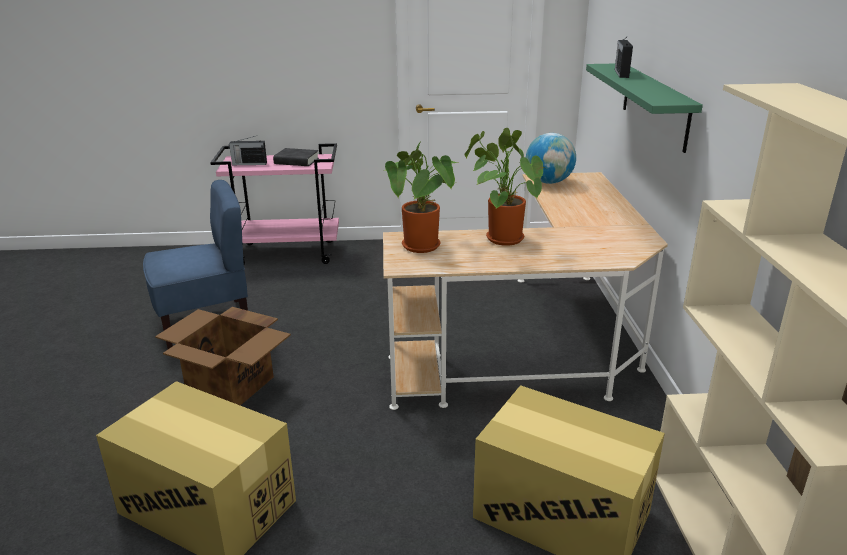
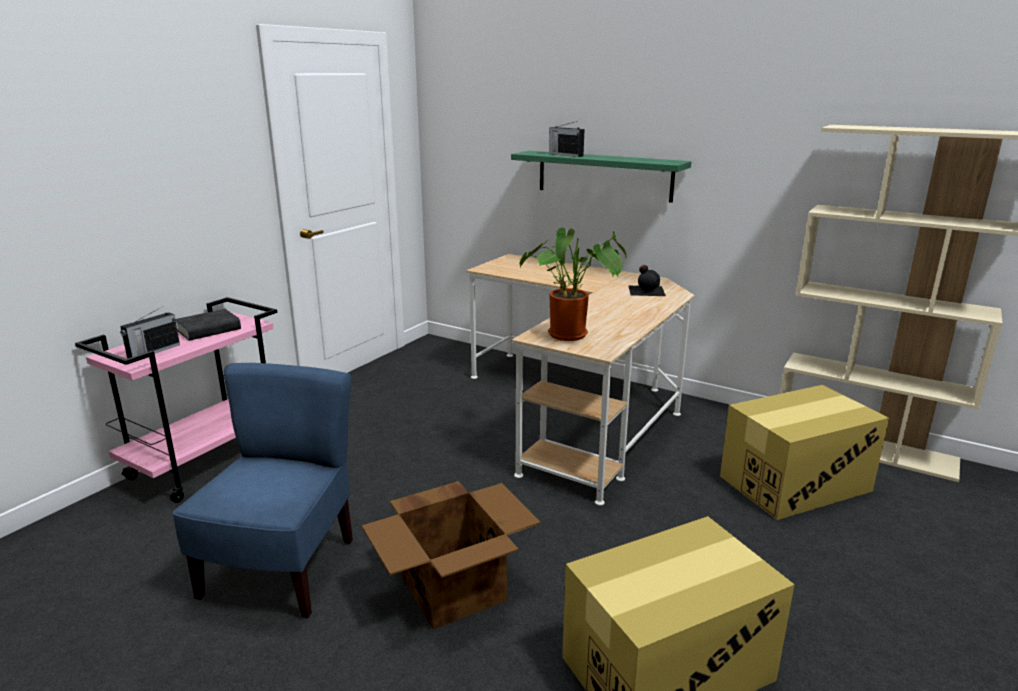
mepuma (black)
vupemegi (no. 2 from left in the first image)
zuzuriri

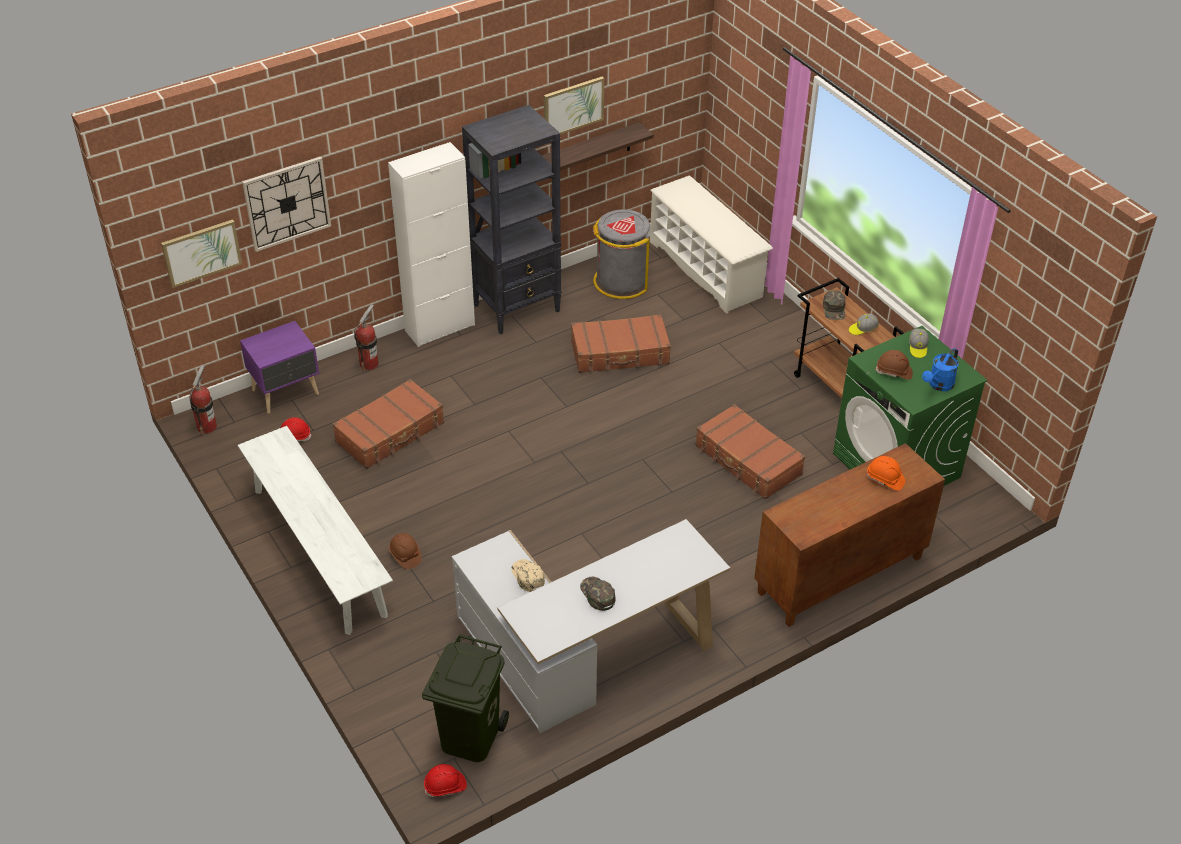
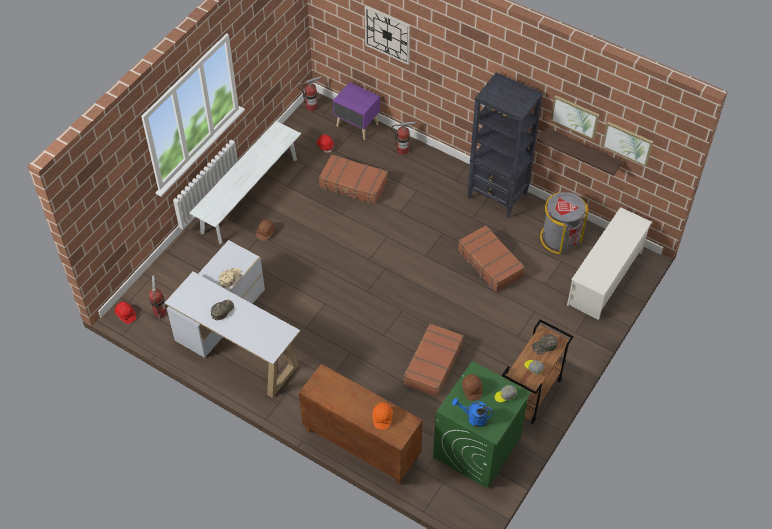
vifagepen (no. 1 from left)
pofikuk (no. 2 from left)
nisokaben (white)

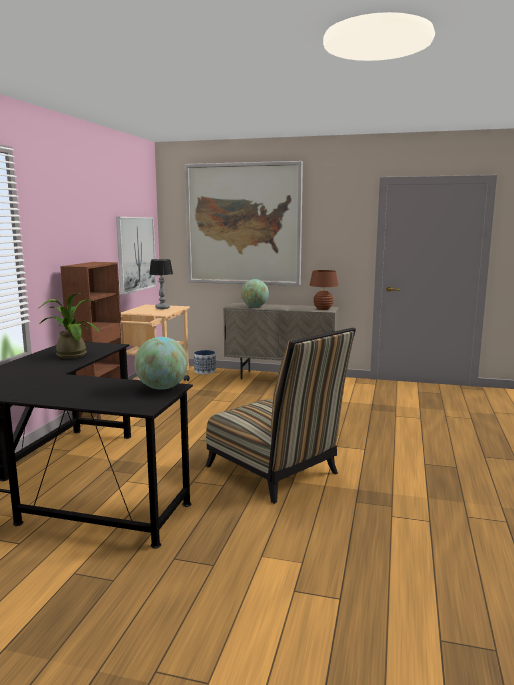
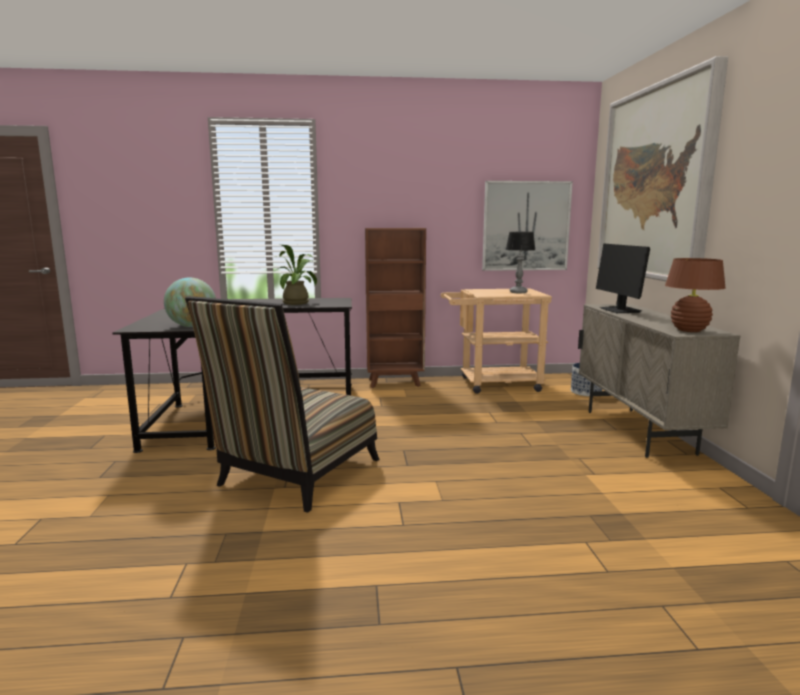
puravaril

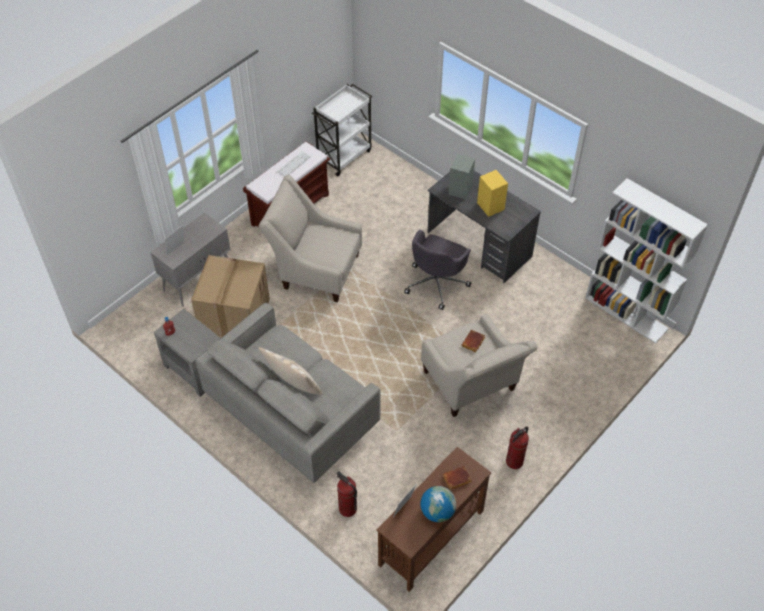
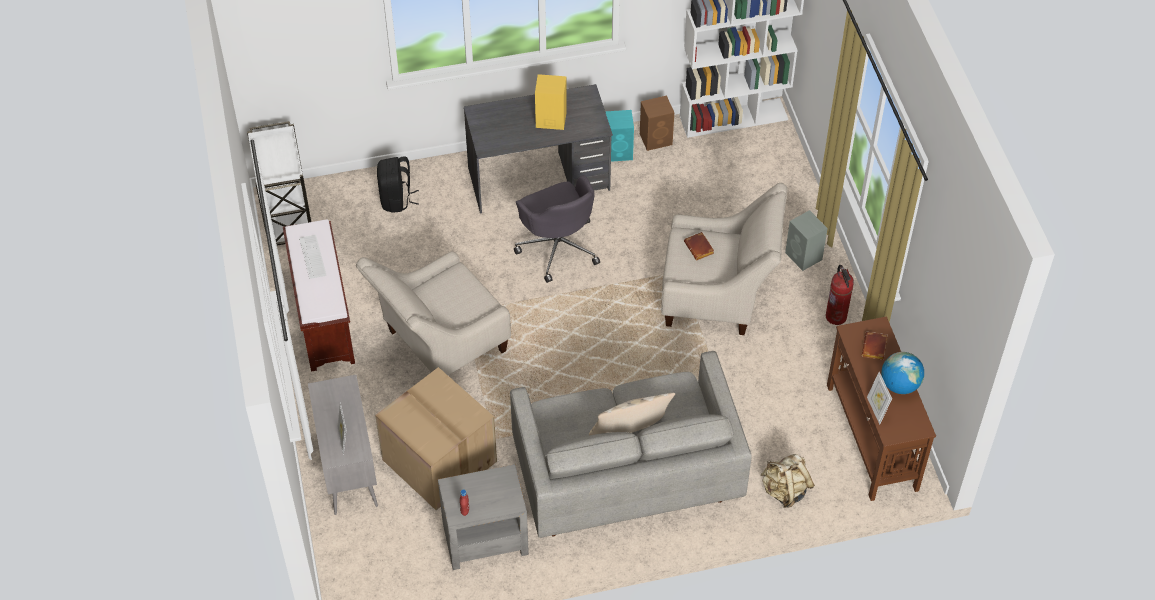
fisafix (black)
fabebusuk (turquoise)
fabebusuk (brown)
fisafix (beige)
fabebusuk (grey)

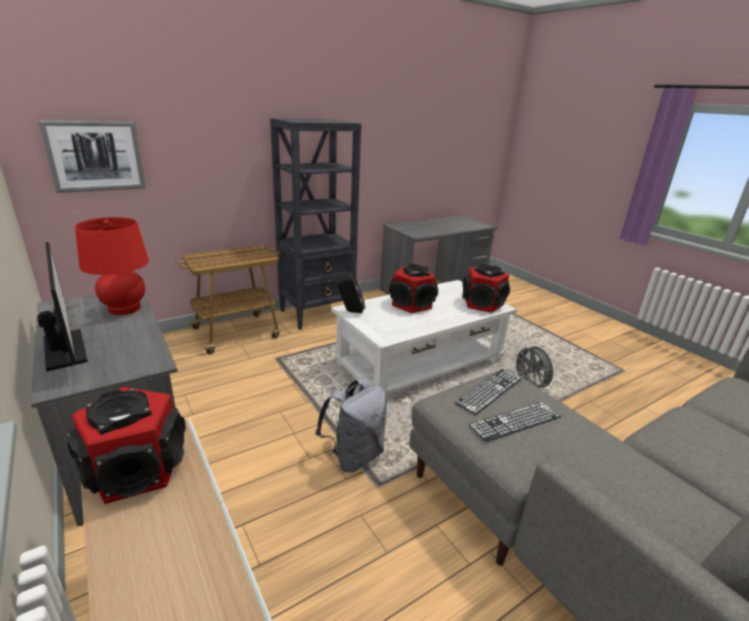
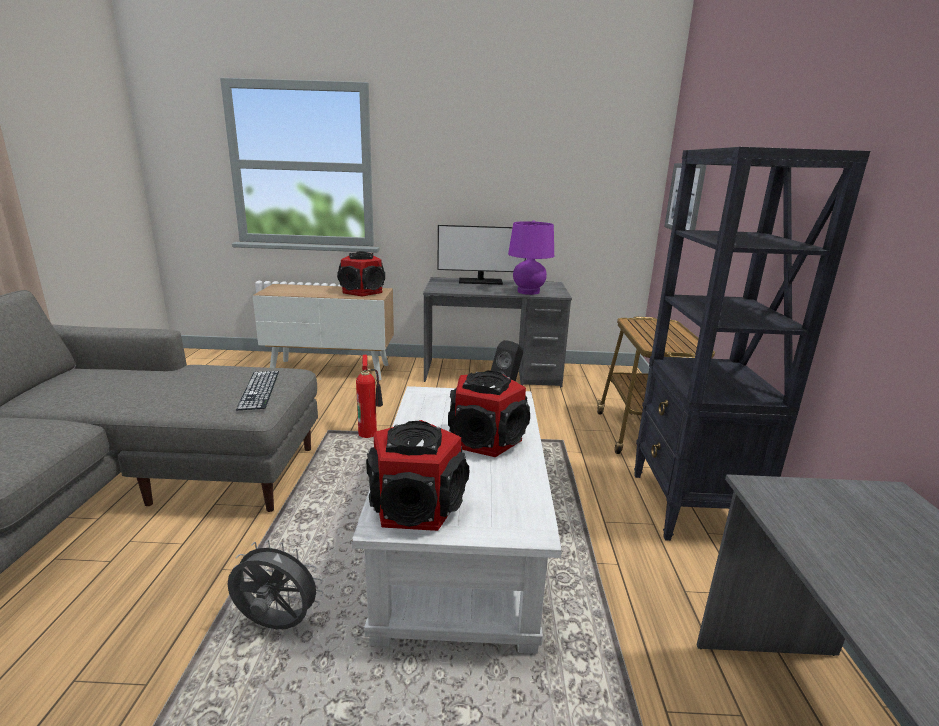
vifagepen
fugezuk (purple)
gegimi (no. 2 from left in the first image)

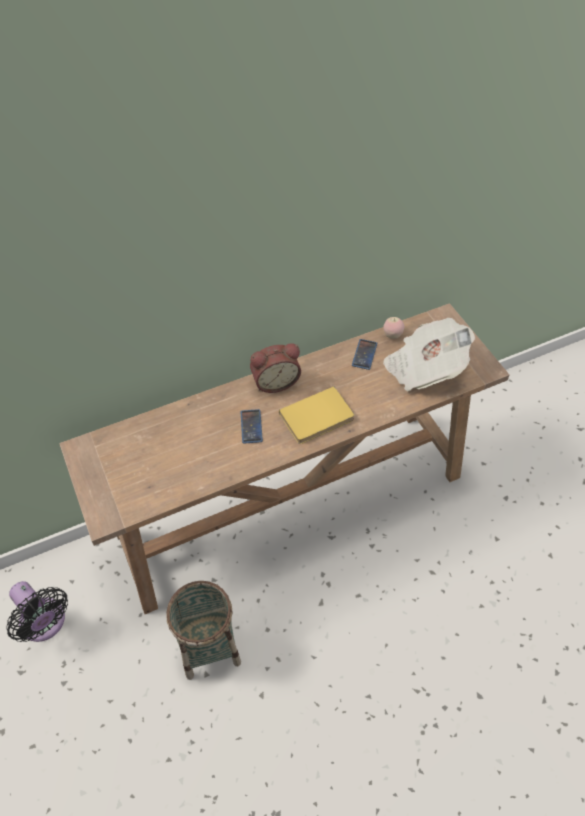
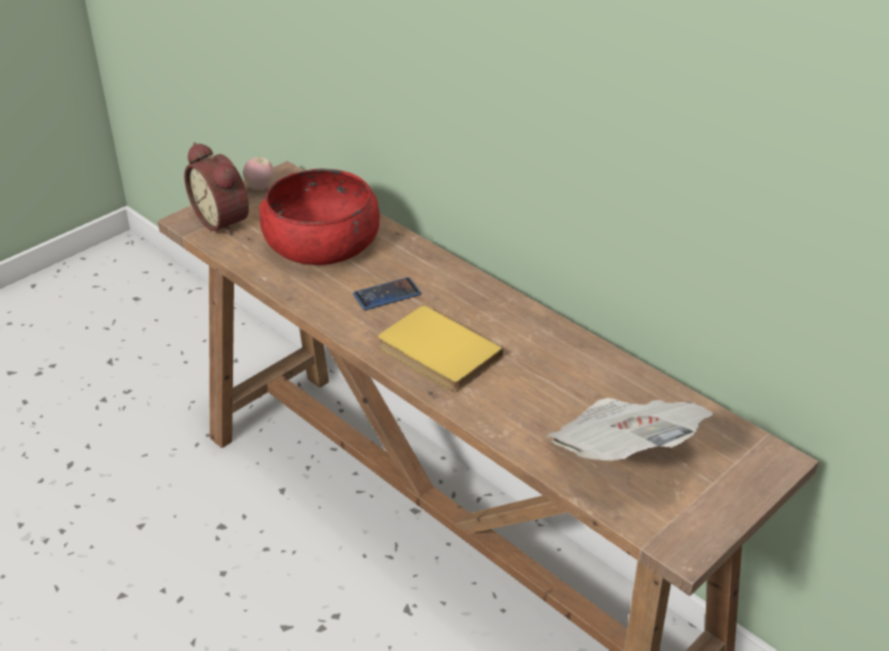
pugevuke
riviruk
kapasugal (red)
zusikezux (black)
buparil
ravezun (no. 2 from left in the first image)

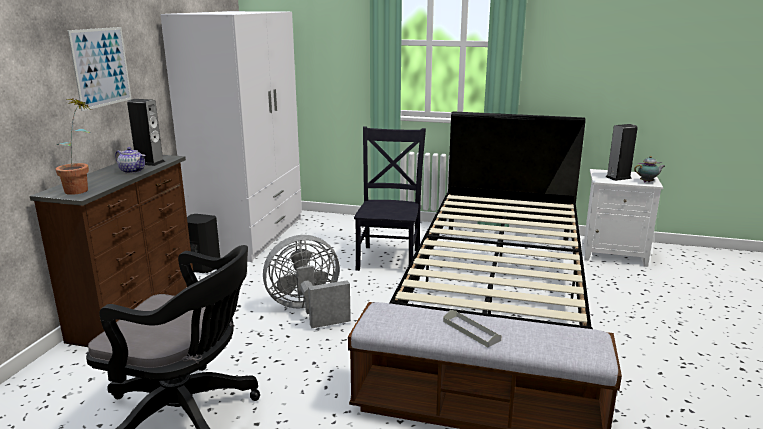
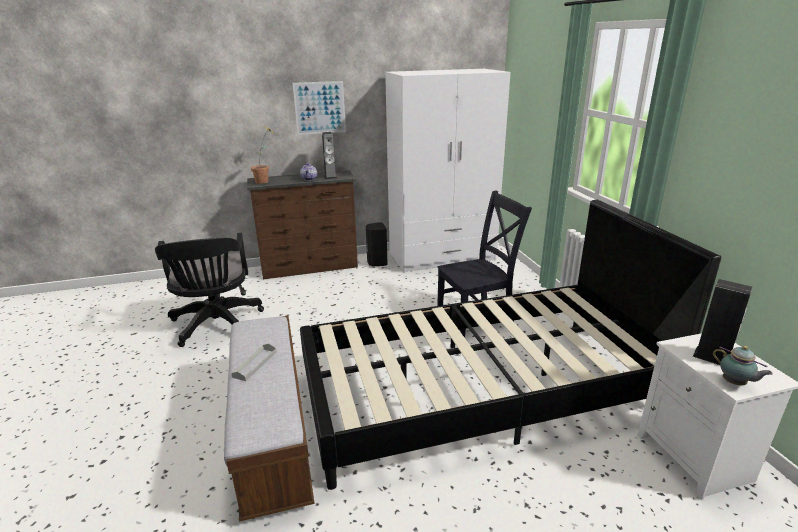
zusikezux (grey)

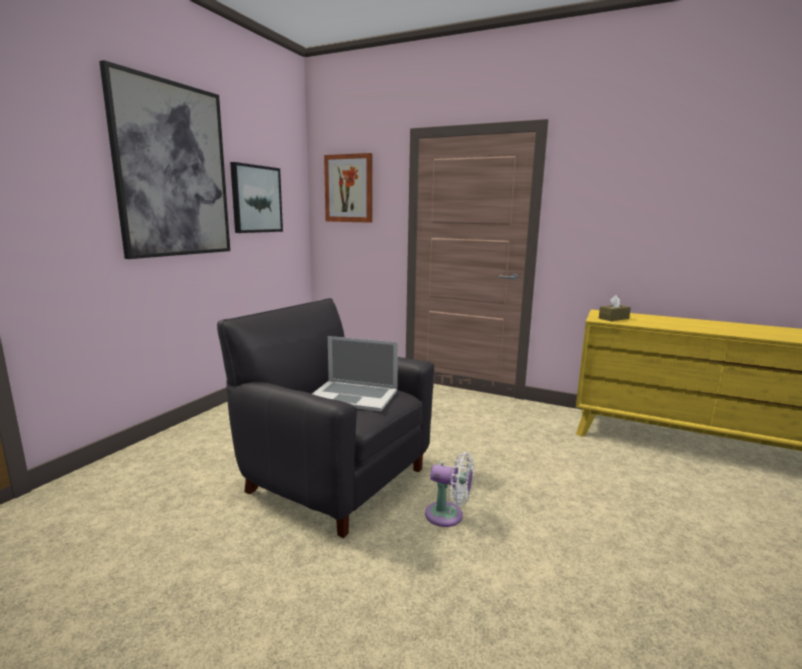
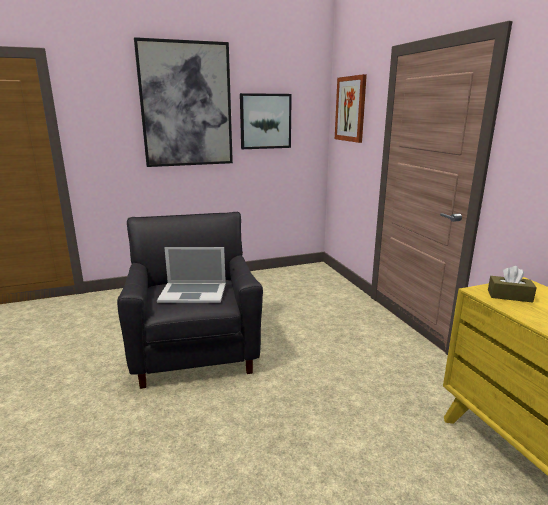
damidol
zusikezux (white)

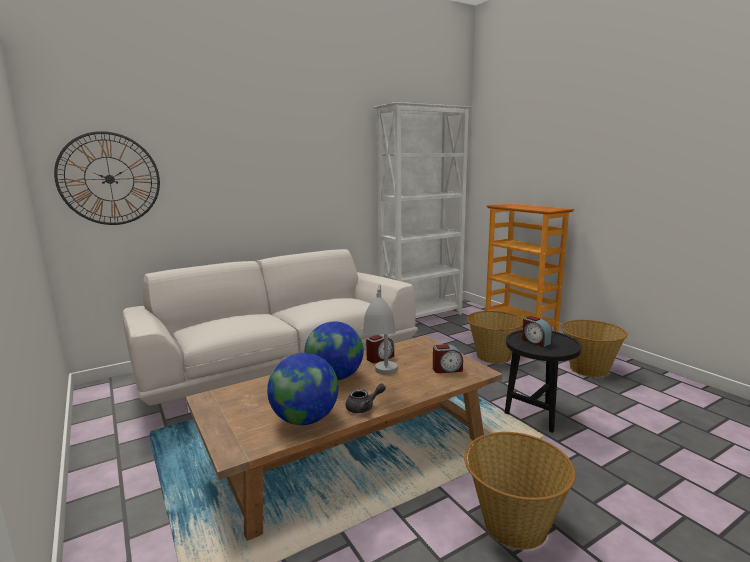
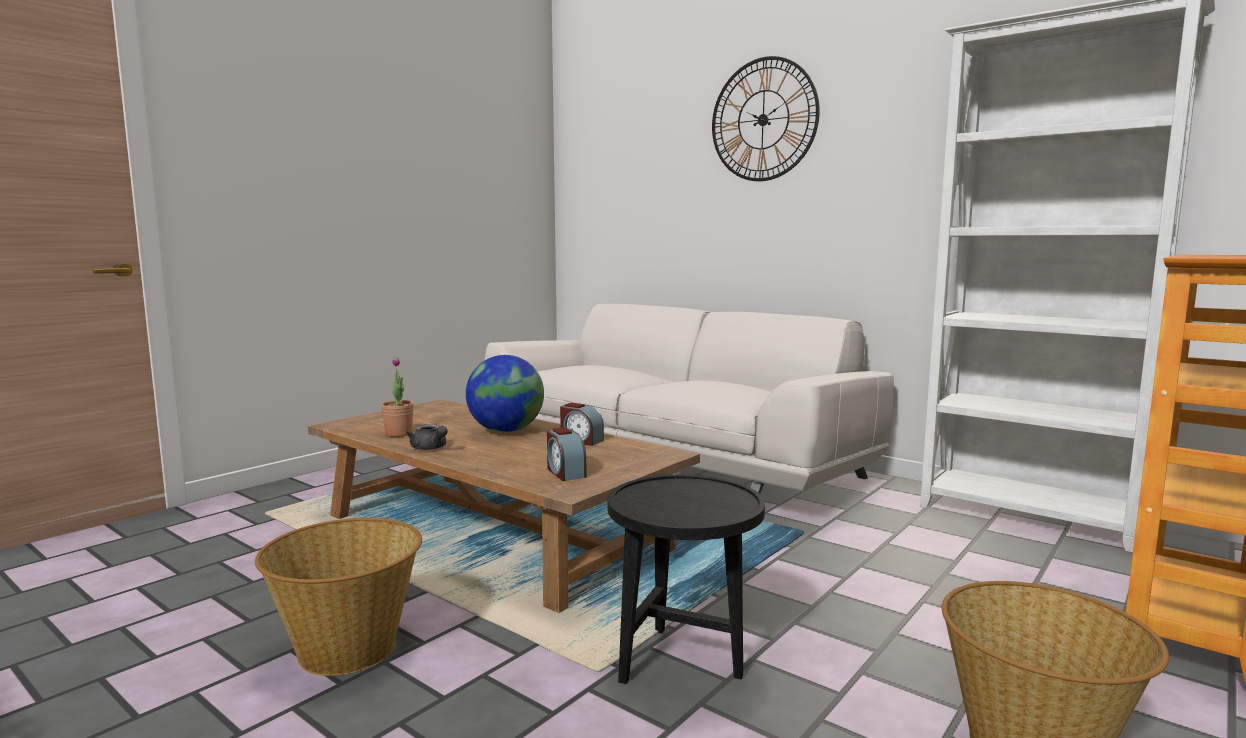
vupemegi
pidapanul
fugezuk (grey)
buparil (no. 1 from left in the first image)
pugevuke (no. 3 from left in the first image)

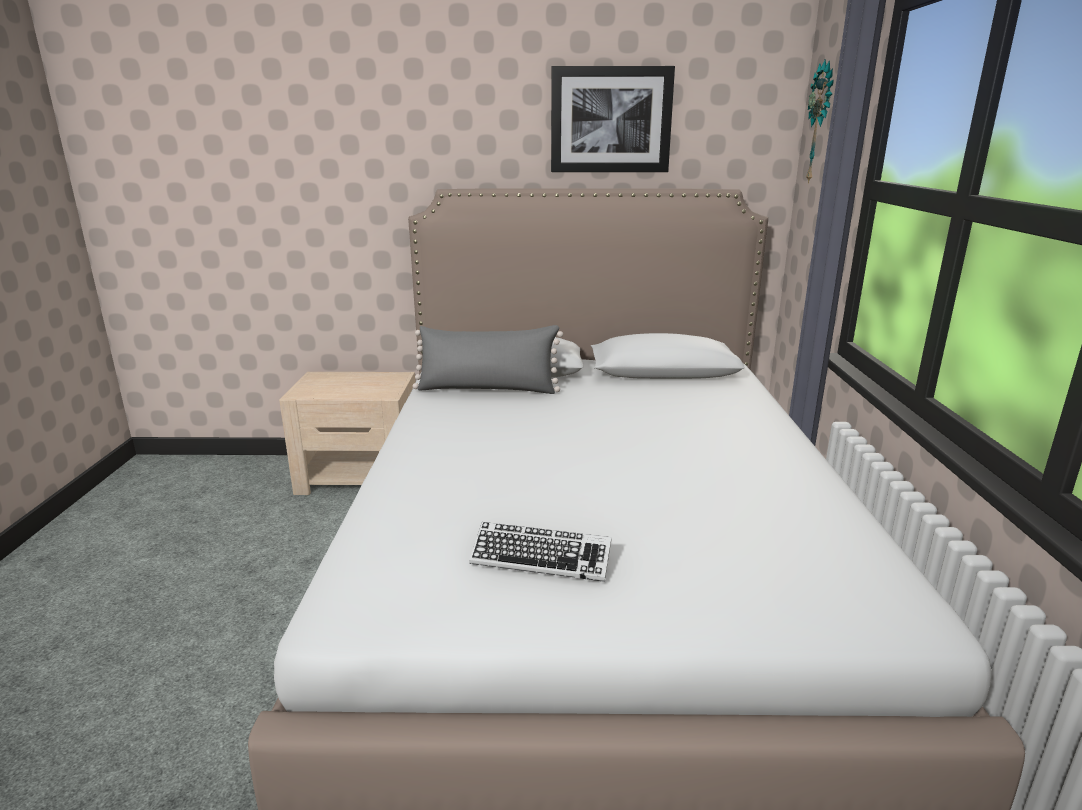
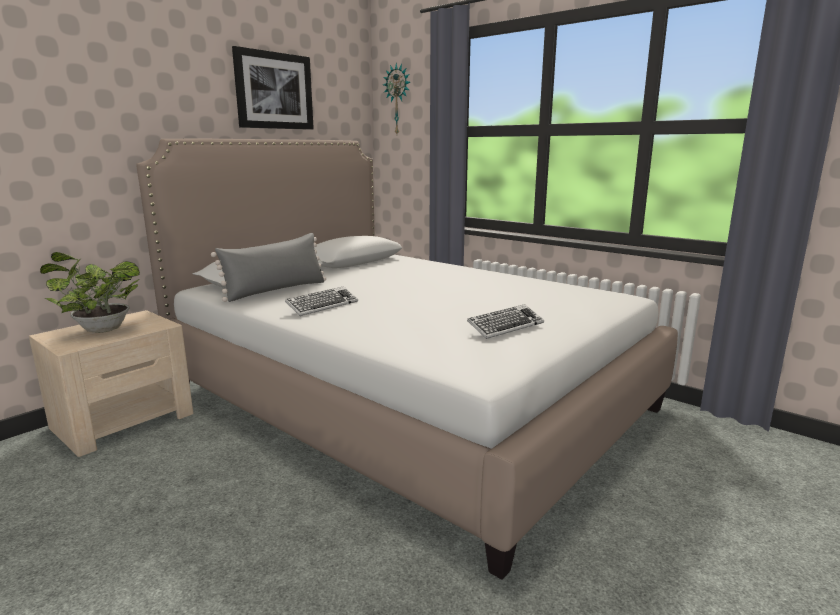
vupemegi
gegimi (no. 1 from left)

